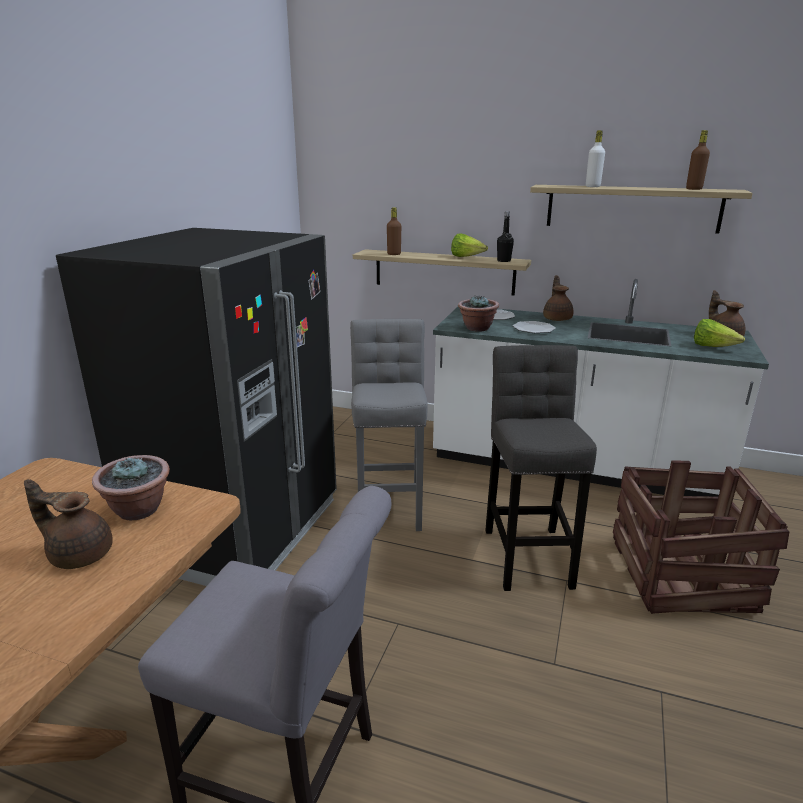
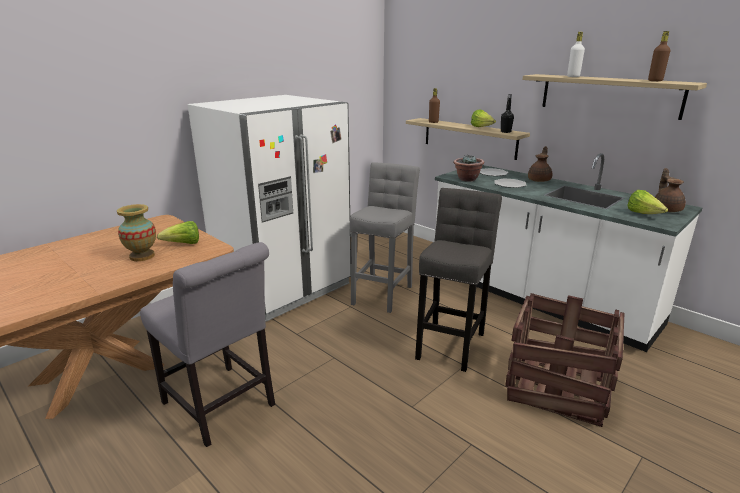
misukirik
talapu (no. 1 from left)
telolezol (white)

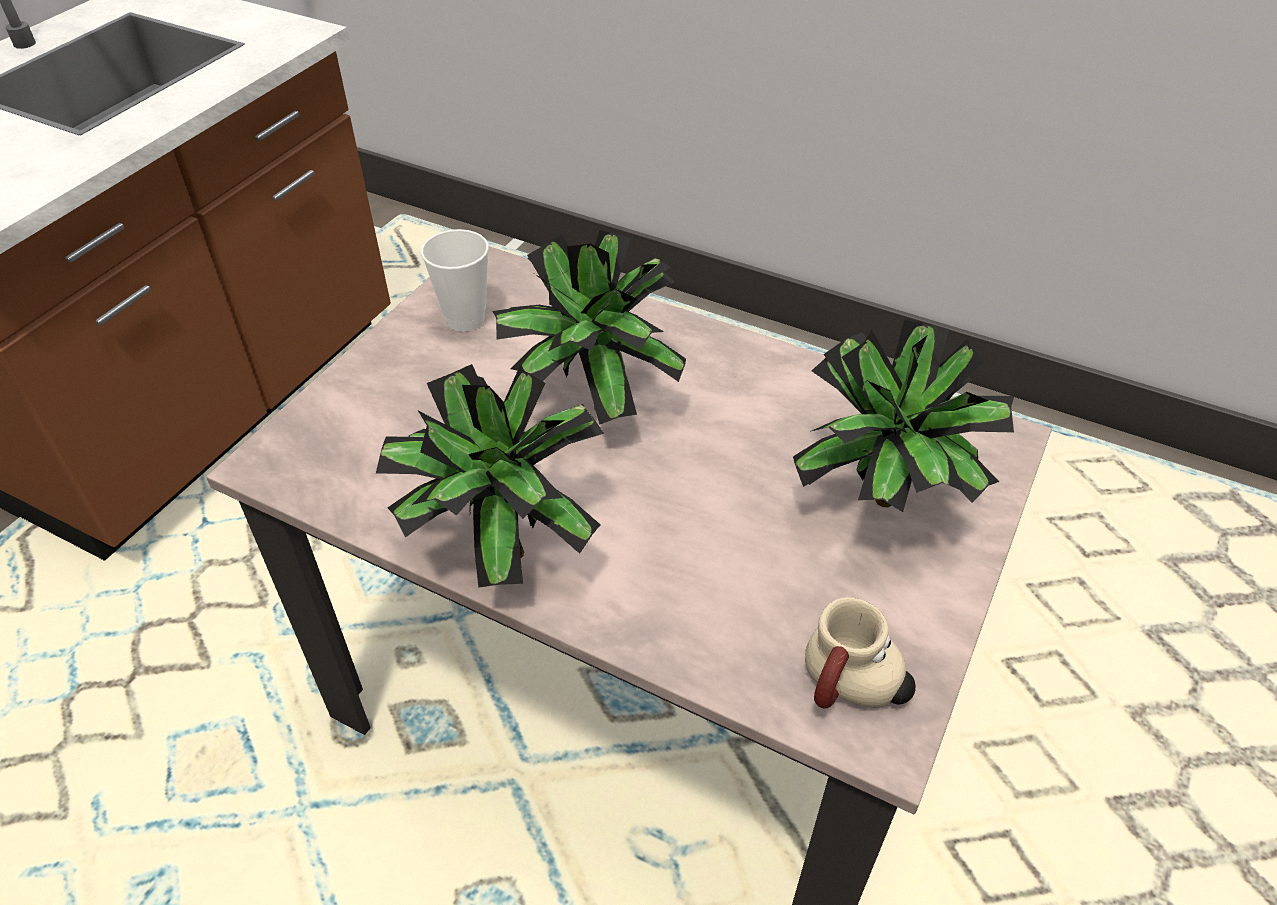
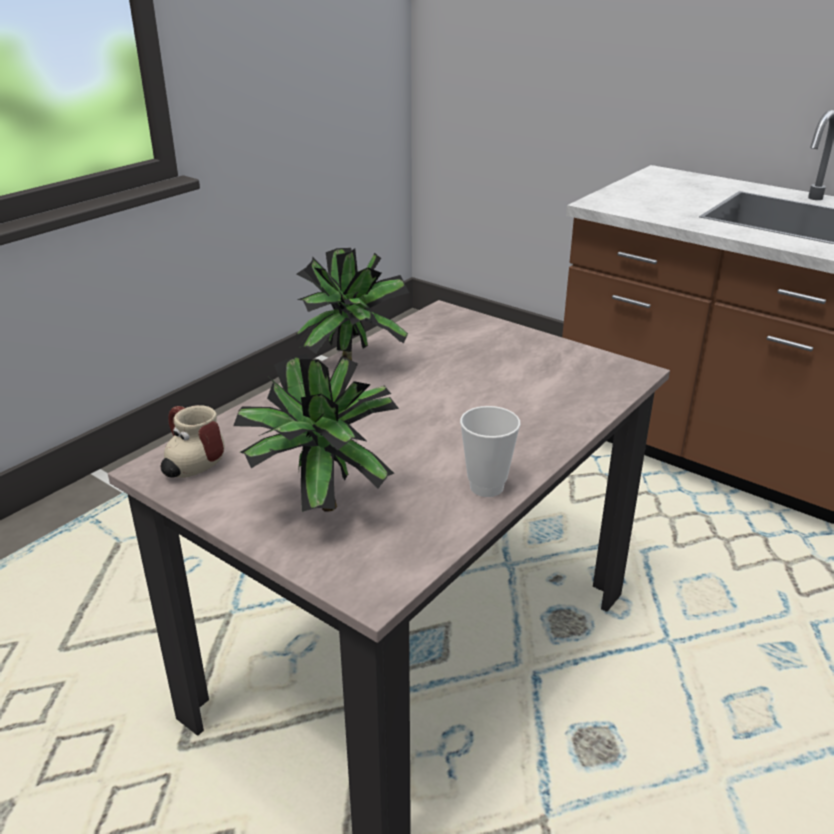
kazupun
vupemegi (no. 2 from left in the first image)

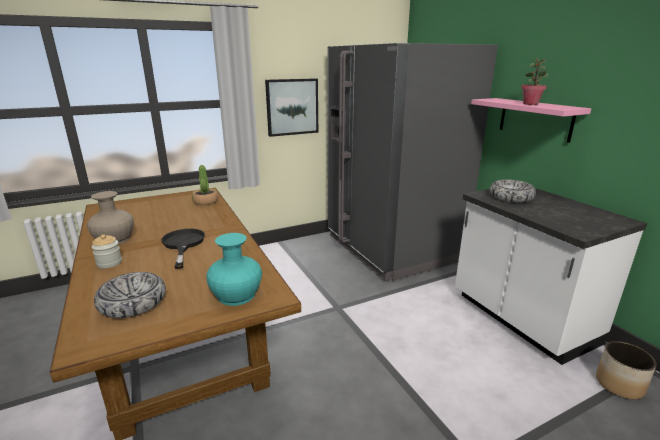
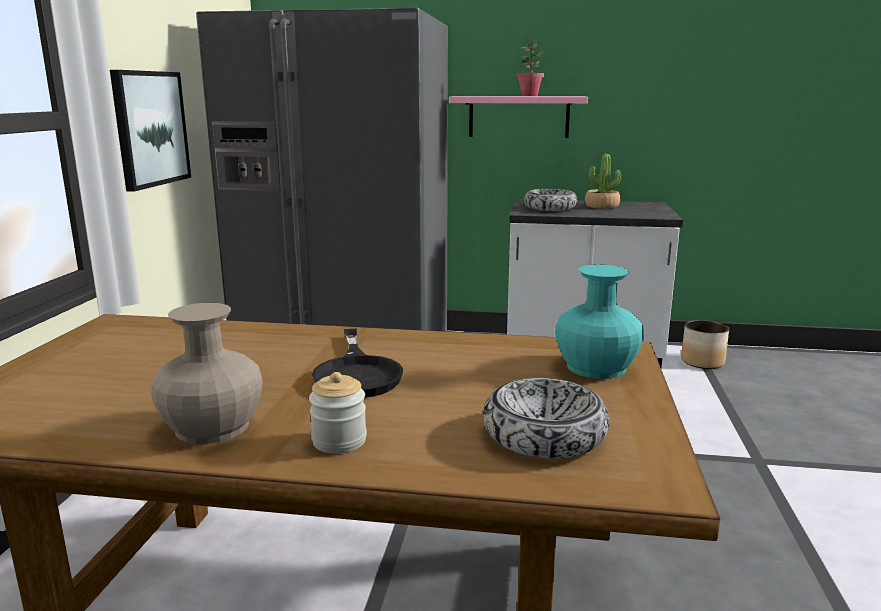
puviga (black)
vupemegi (no. 2 from left)

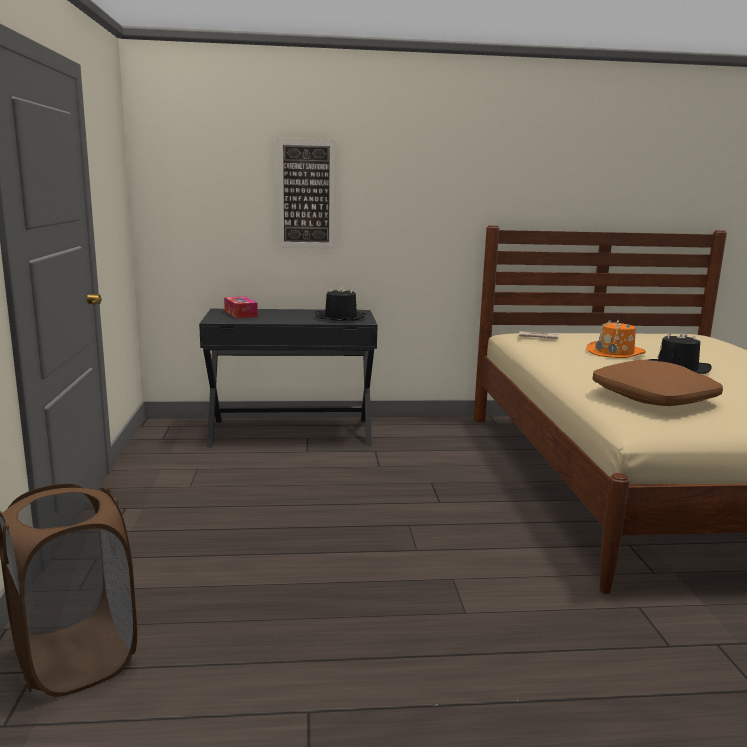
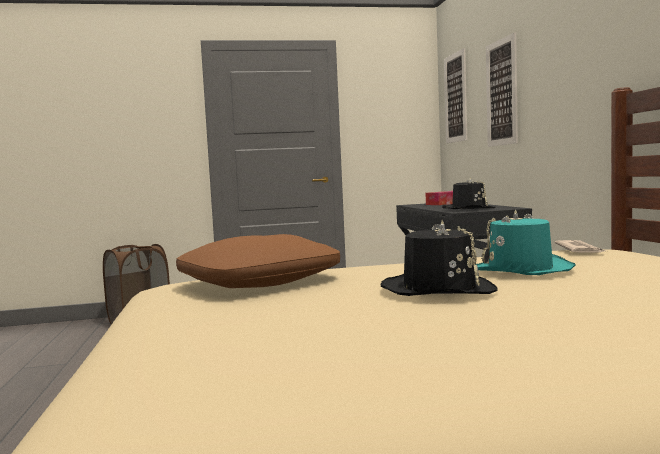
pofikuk (no. 1 from left)
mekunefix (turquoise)

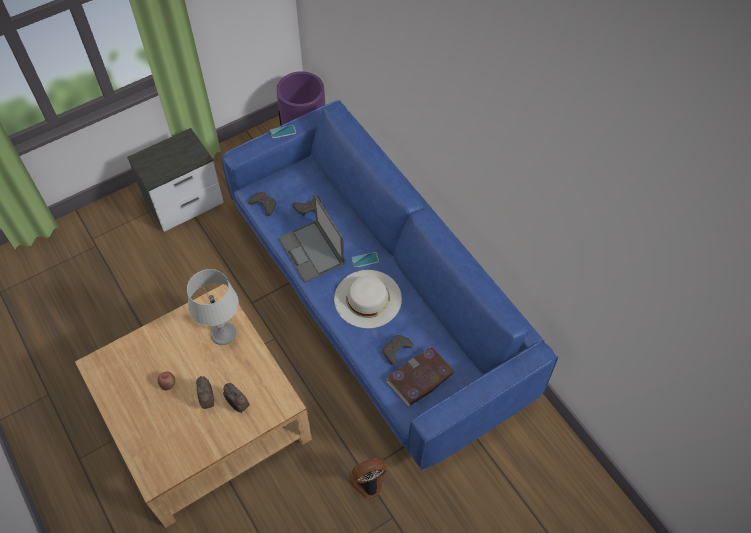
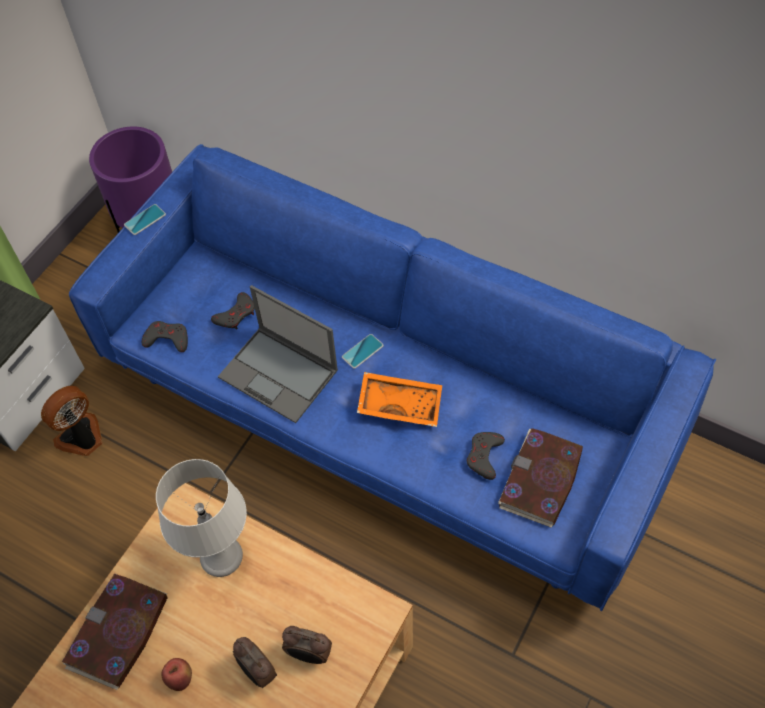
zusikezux
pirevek (no. 1 from left)
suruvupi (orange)

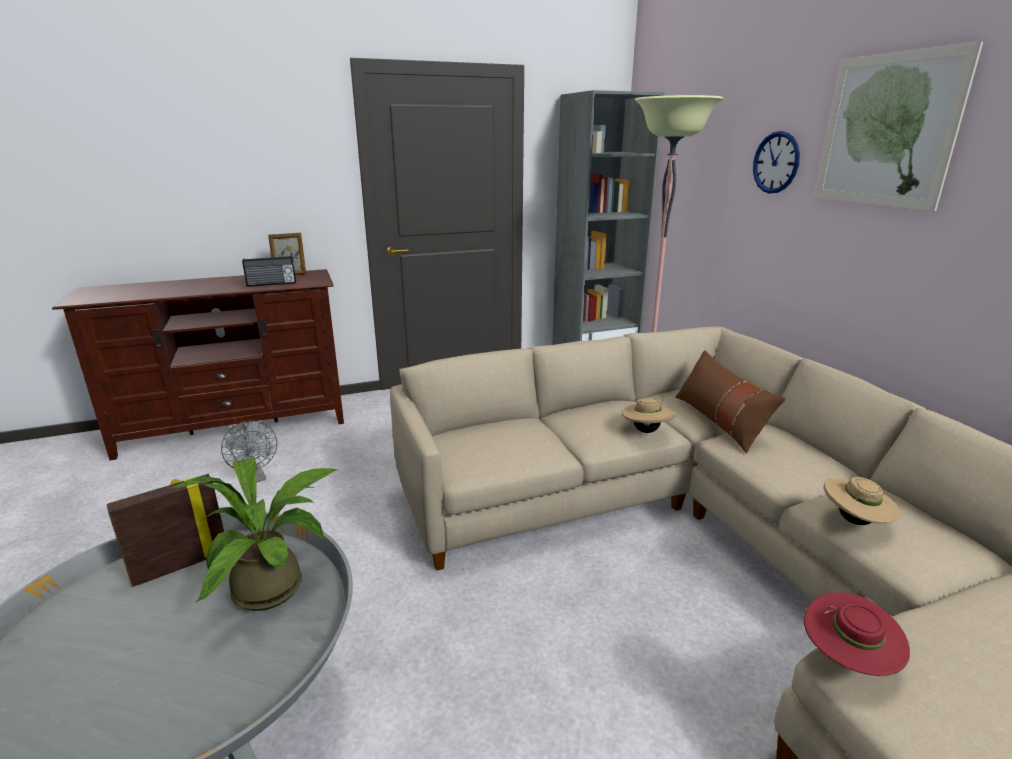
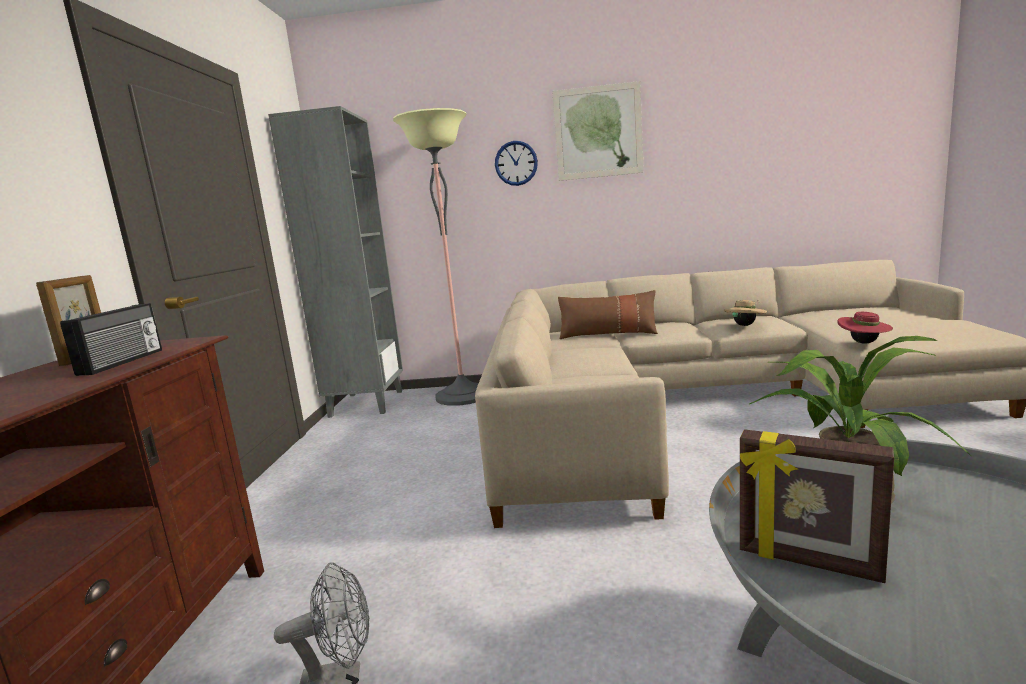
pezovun (no. 2 from left)
mekunefix (beige) (no. 1 from left in the first image)

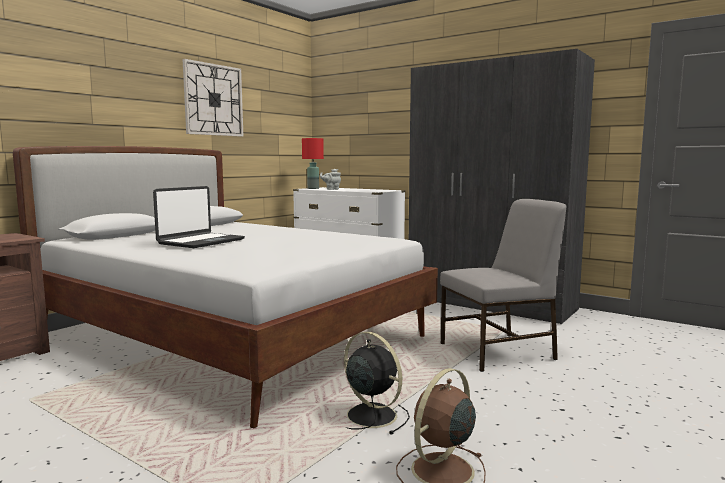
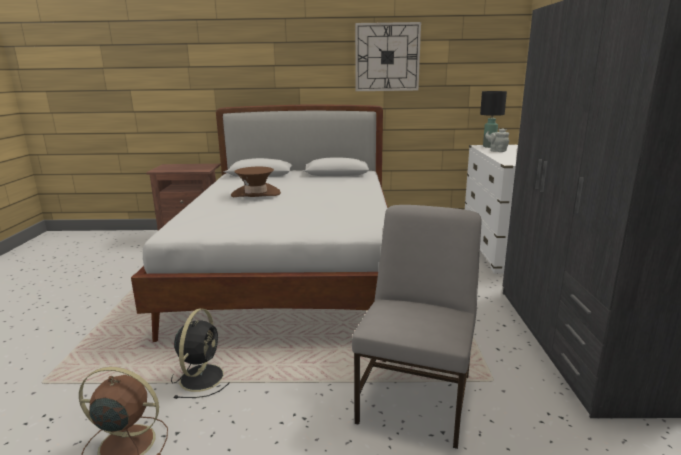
mekunefix (brown)
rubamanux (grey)
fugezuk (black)

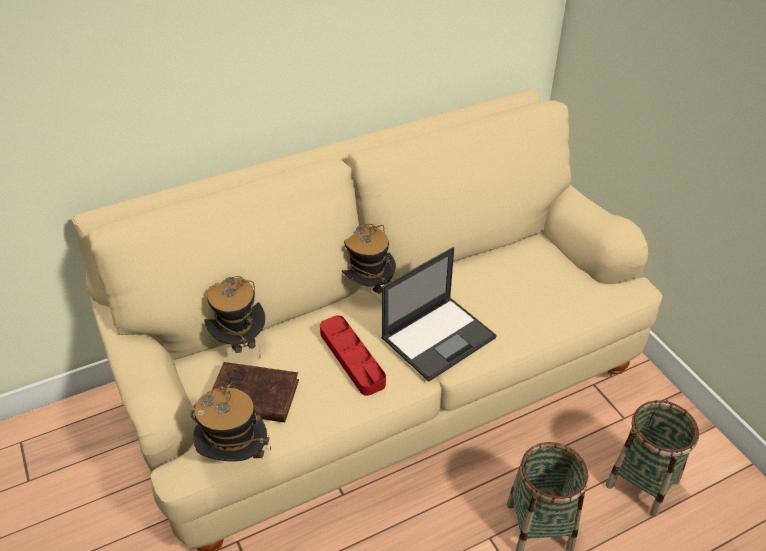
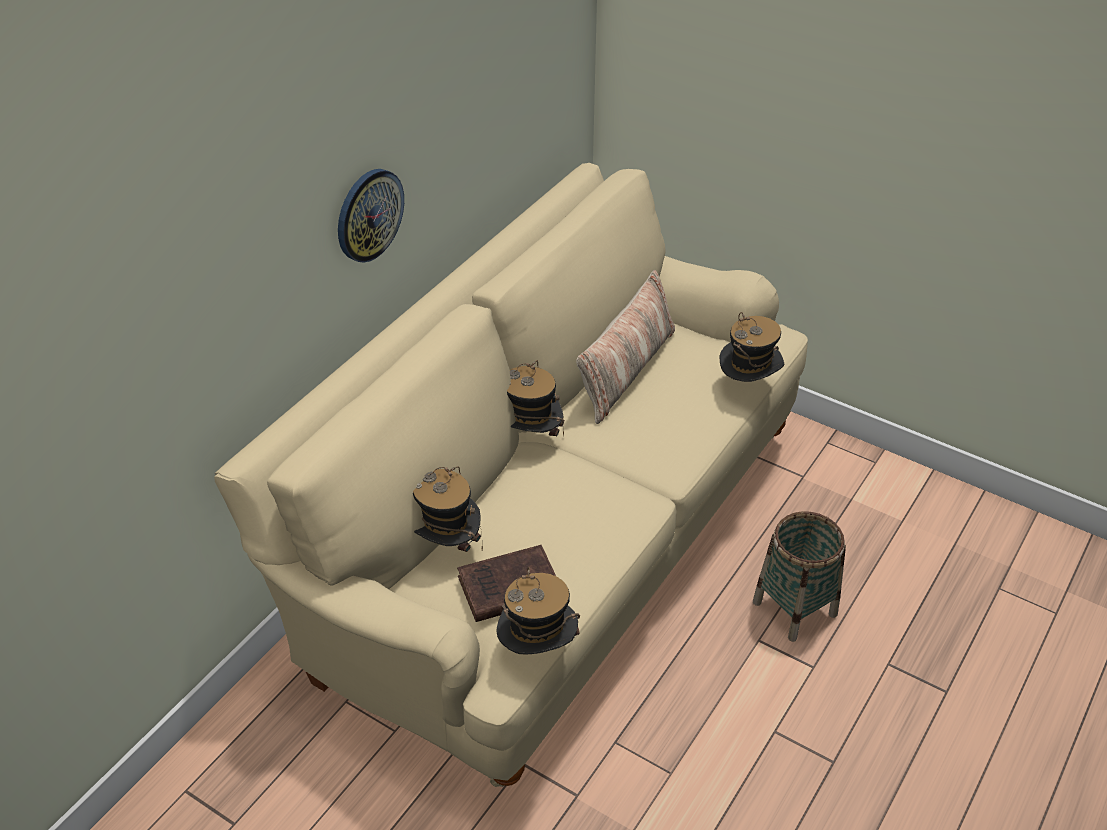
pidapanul
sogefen
mekunefix (no. 4 from left)
suruvupi (red)
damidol
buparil (no. 2 from left in the first image)

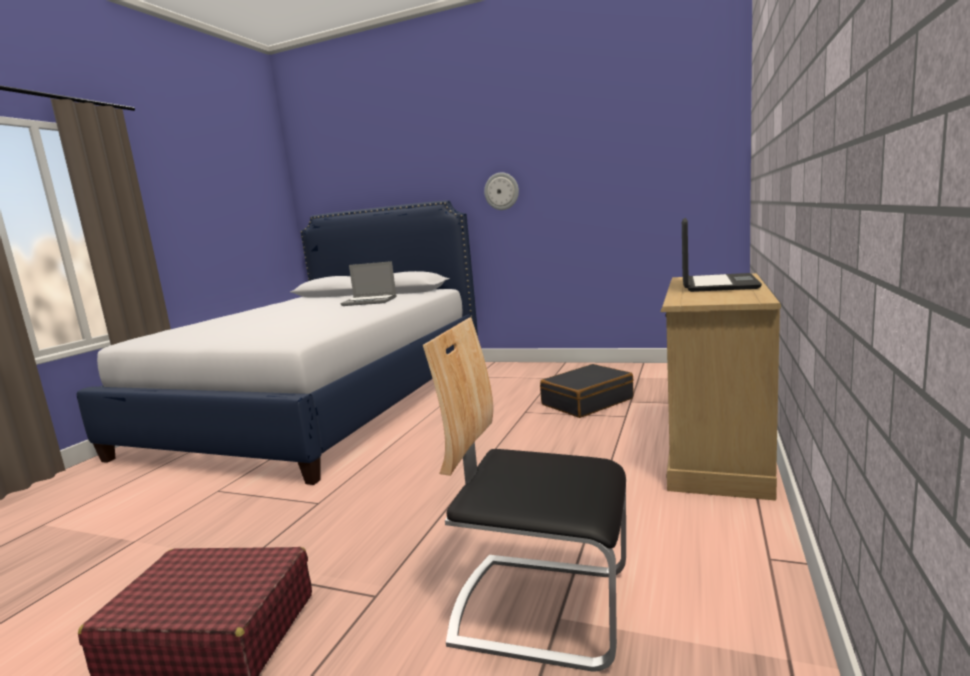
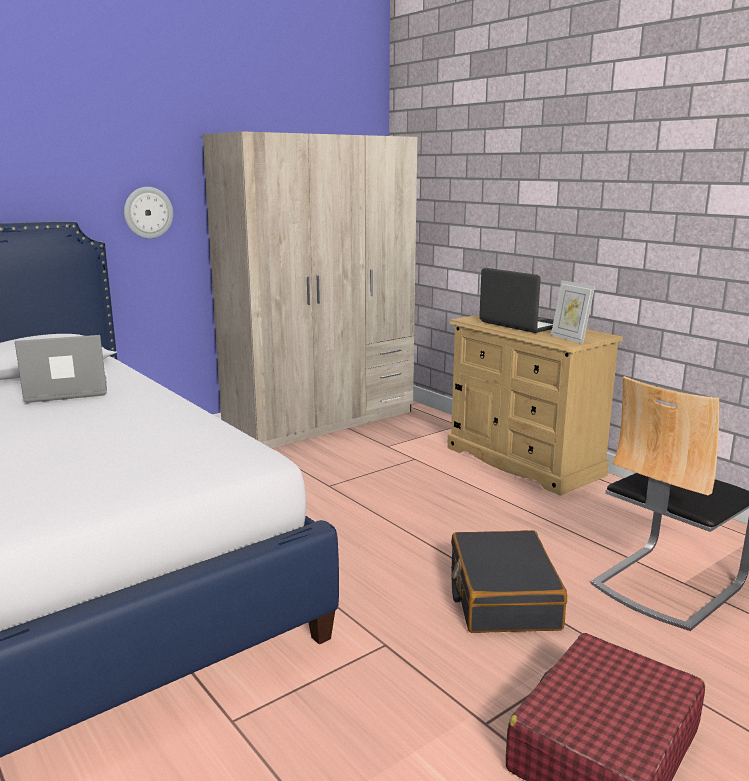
damidol (no. 1 from left)
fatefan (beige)
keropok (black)
pezovun

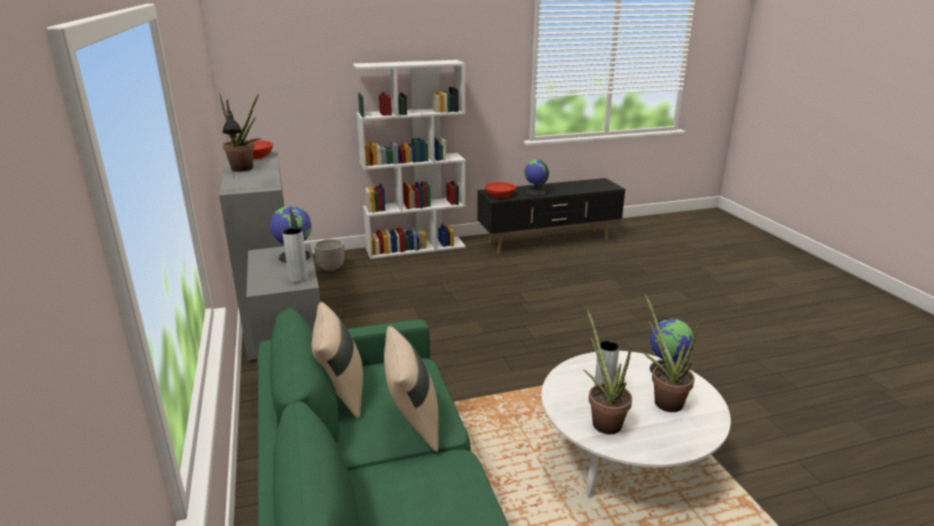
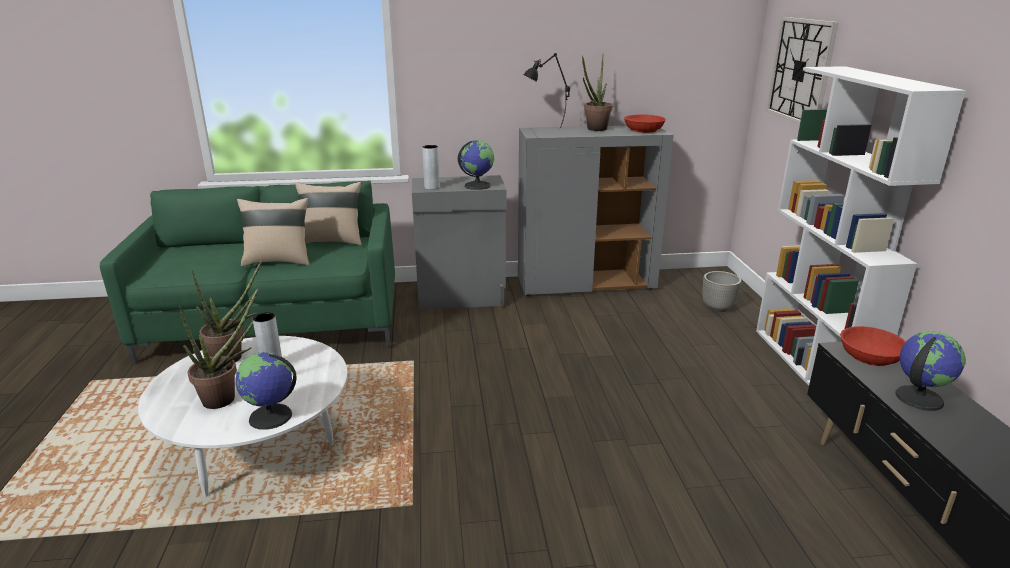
pidapanul

